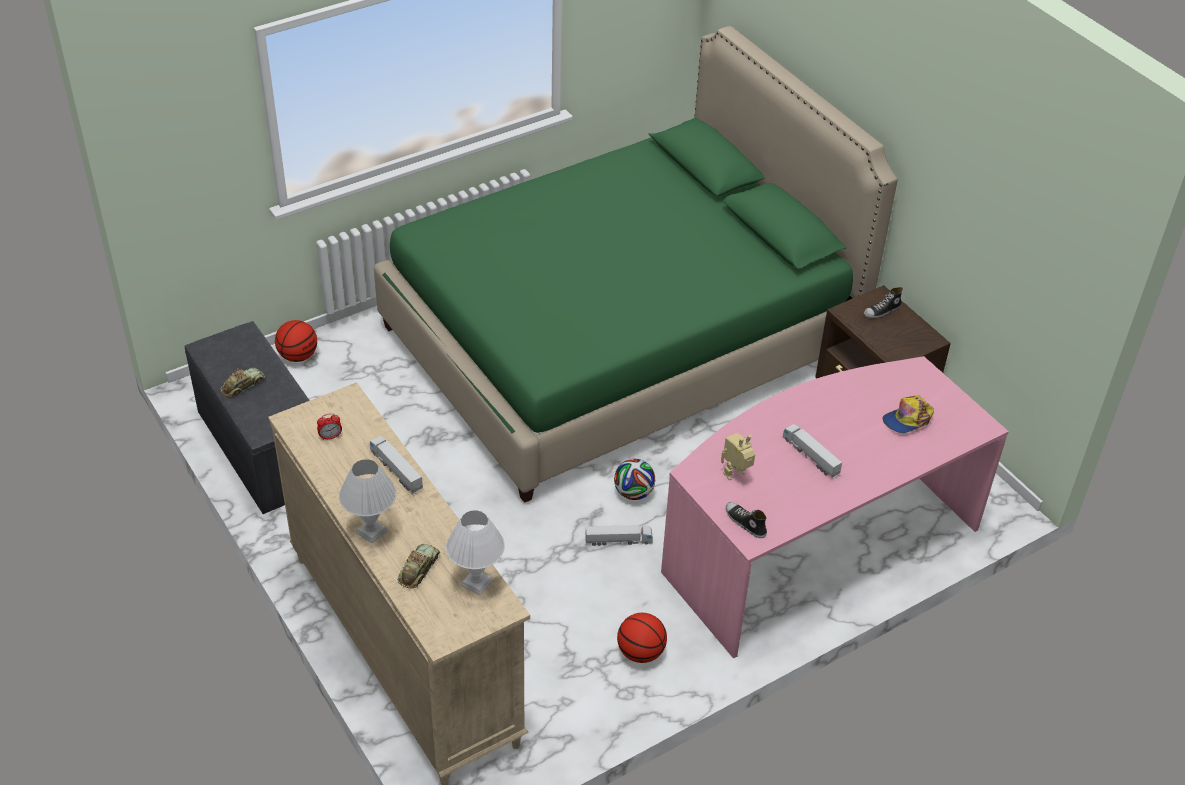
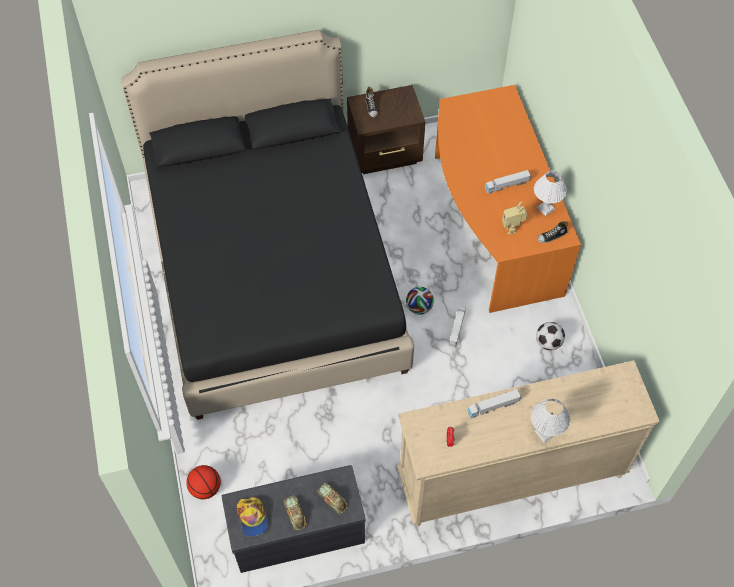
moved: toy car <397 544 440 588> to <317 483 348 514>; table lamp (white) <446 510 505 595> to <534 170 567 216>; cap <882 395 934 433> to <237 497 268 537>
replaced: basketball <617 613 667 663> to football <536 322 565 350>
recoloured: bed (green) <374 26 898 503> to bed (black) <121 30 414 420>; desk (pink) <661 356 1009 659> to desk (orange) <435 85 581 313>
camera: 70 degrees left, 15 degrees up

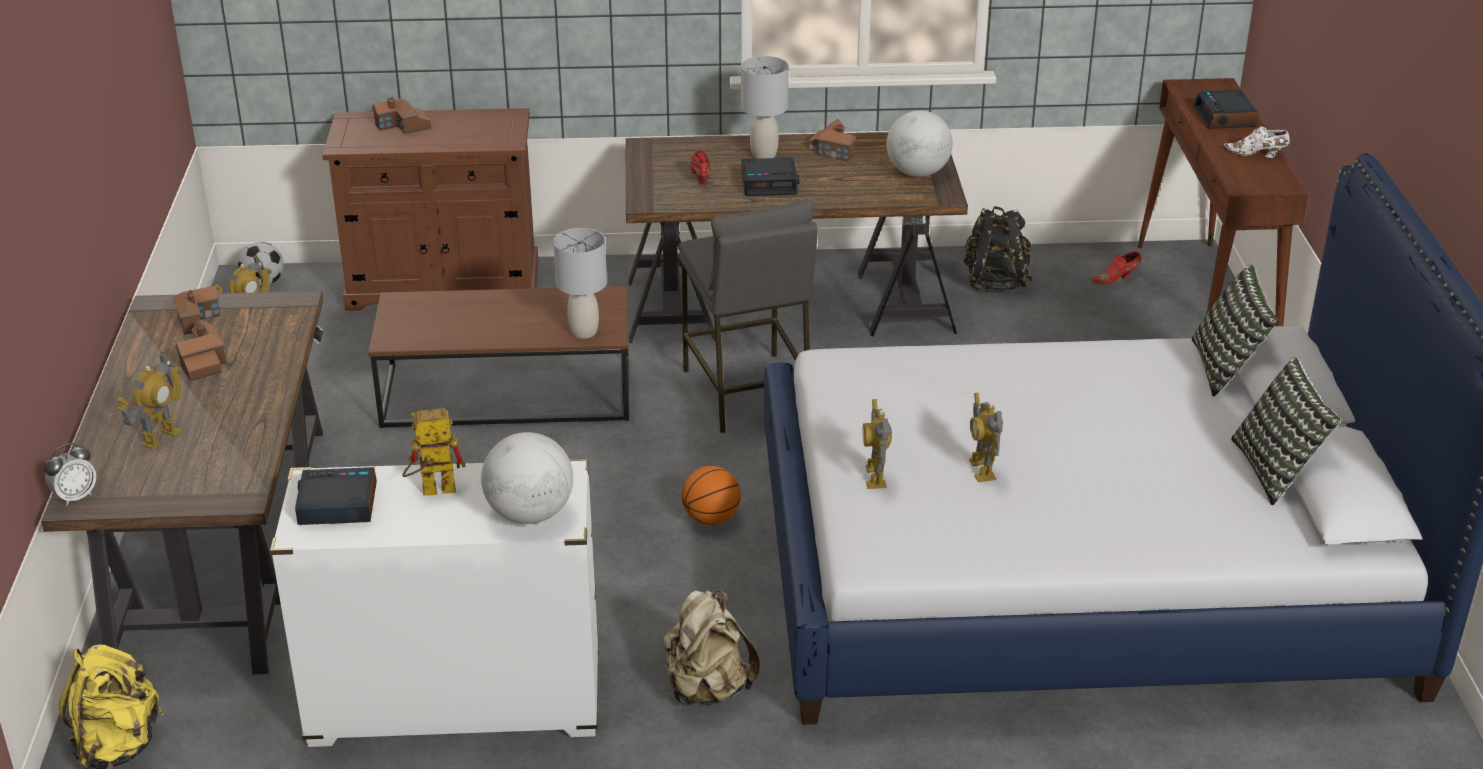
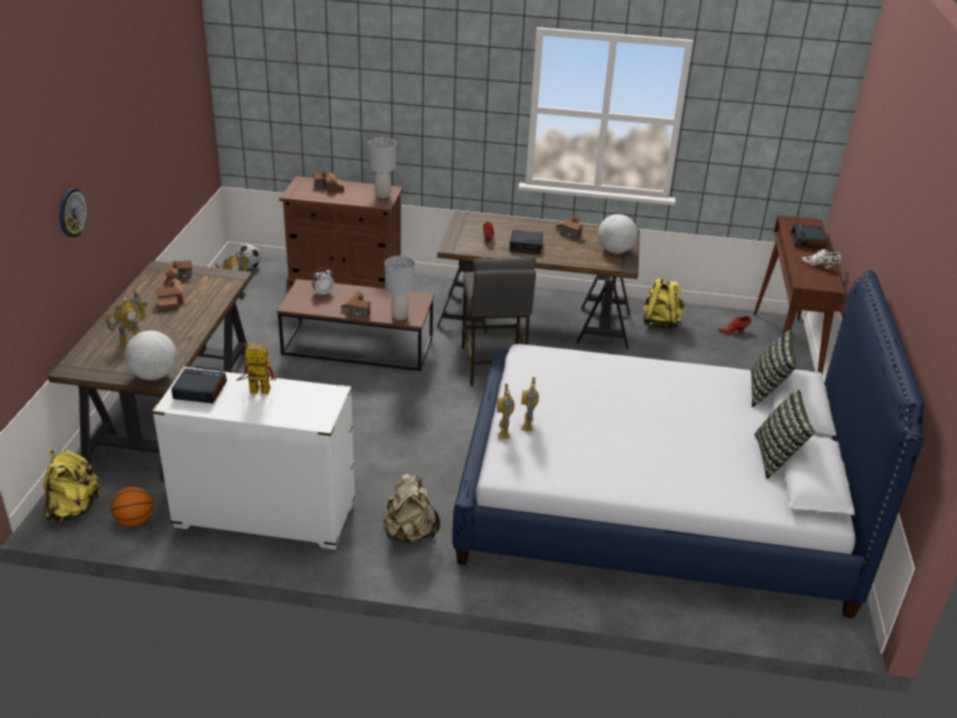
added: wall clock <59 188 87 237>; toy house <341 291 371 318>
moved: alarm clock <44 443 96 506> to <312 267 334 296>; globe <481 432 573 524> to <125 331 177 380>; basketball <681 466 741 525> to <111 486 153 527>; table lamp (grey) <741 56 789 159> to <369 138 396 198>; toy robot <969 393 1003 482> to <497 384 515 438>
recoloured: backpack (black) <963 206 1033 291> to backpack (yellow) <643 278 685 329>
camera: 10 degrees right, 0 degrees up

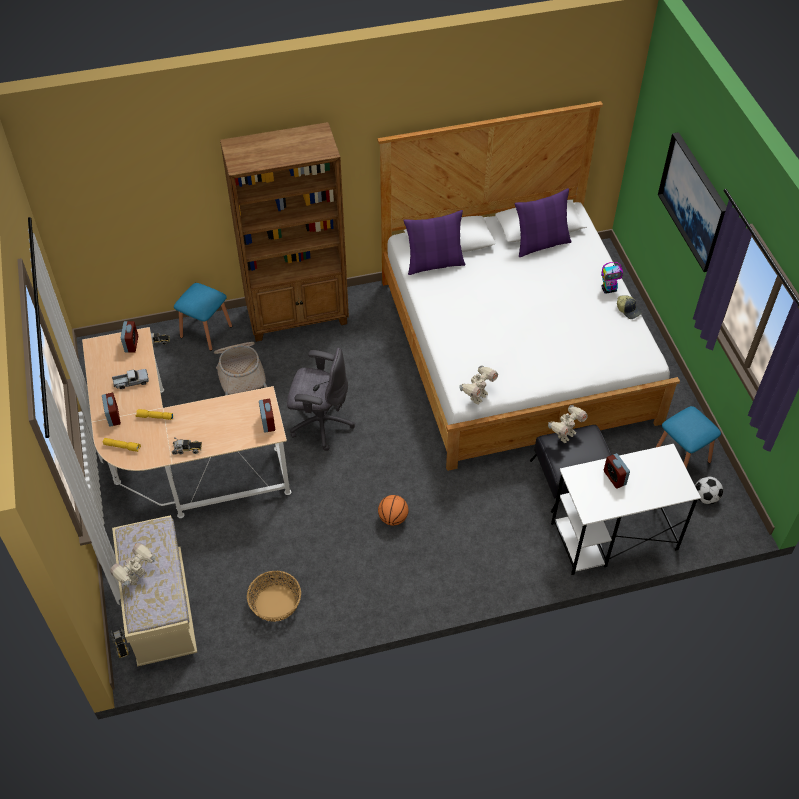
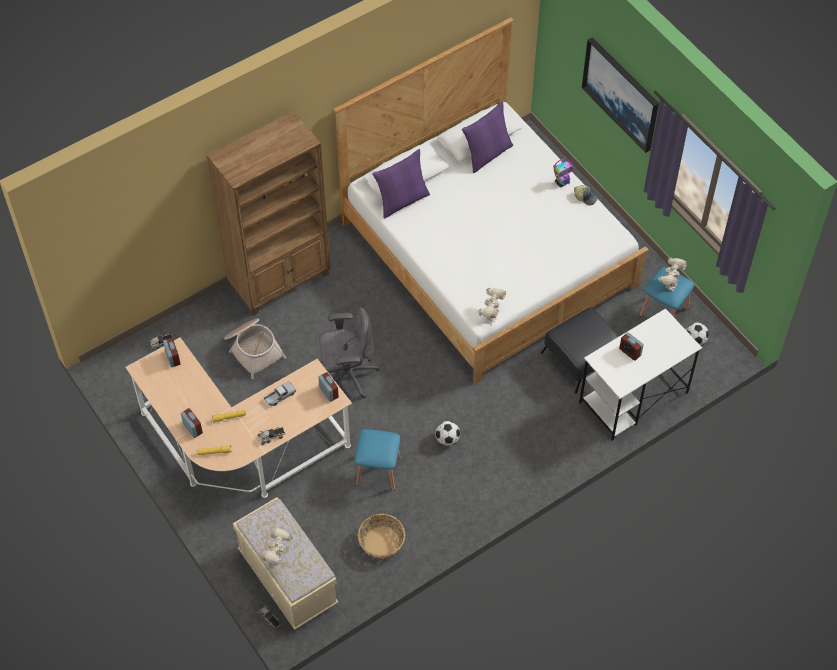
moved: toy truck <112 369 149 389> to <264 381 296 406>; stool (blue) <174 283 232 351> to <355 429 401 491>; toy robot <548 405 588 443> to <658 257 687 291>
replaced: basketball <378 495 409 526> to football <435 421 460 446>
camera: 20 degrees left, 5 degrees up

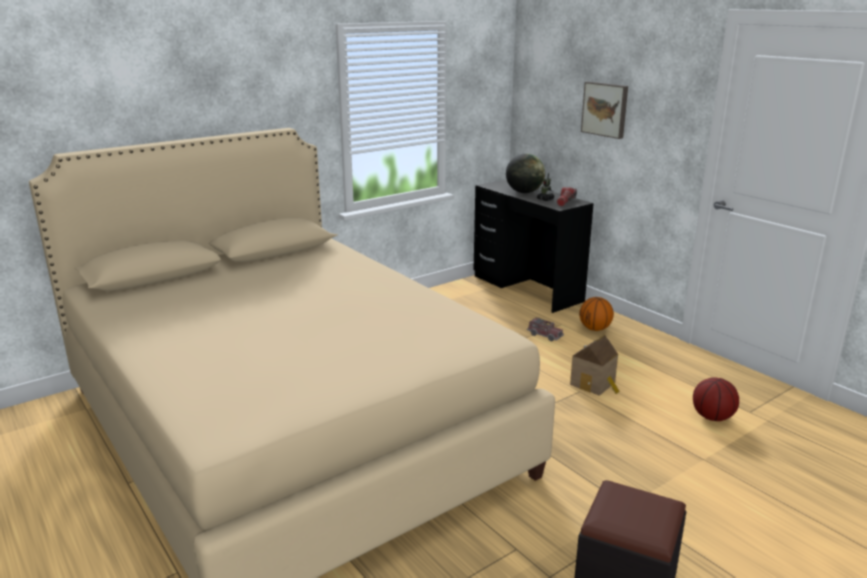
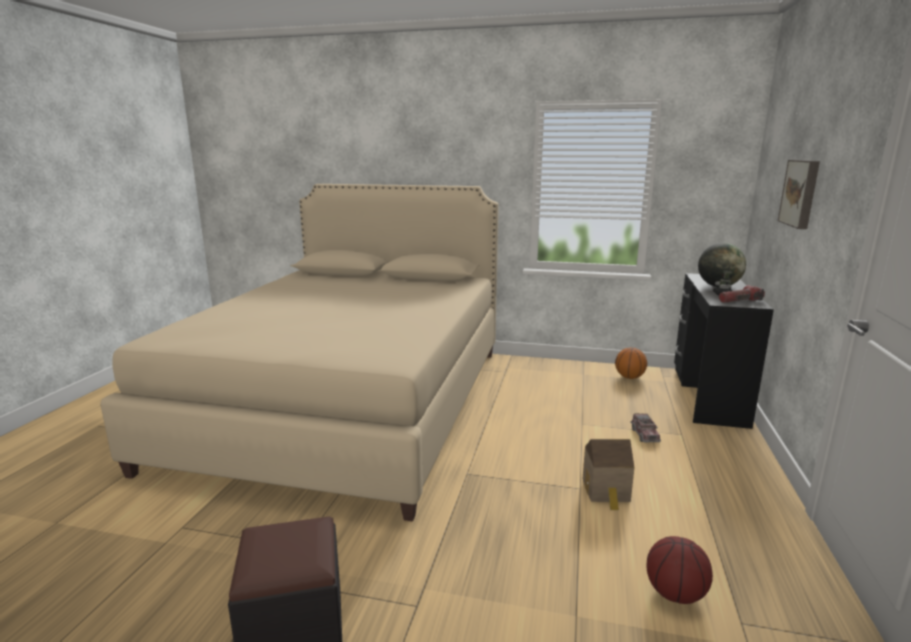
moved: basketball <579 297 614 331> to <615 347 647 379>
camera: 50 degrees right, 5 degrees down

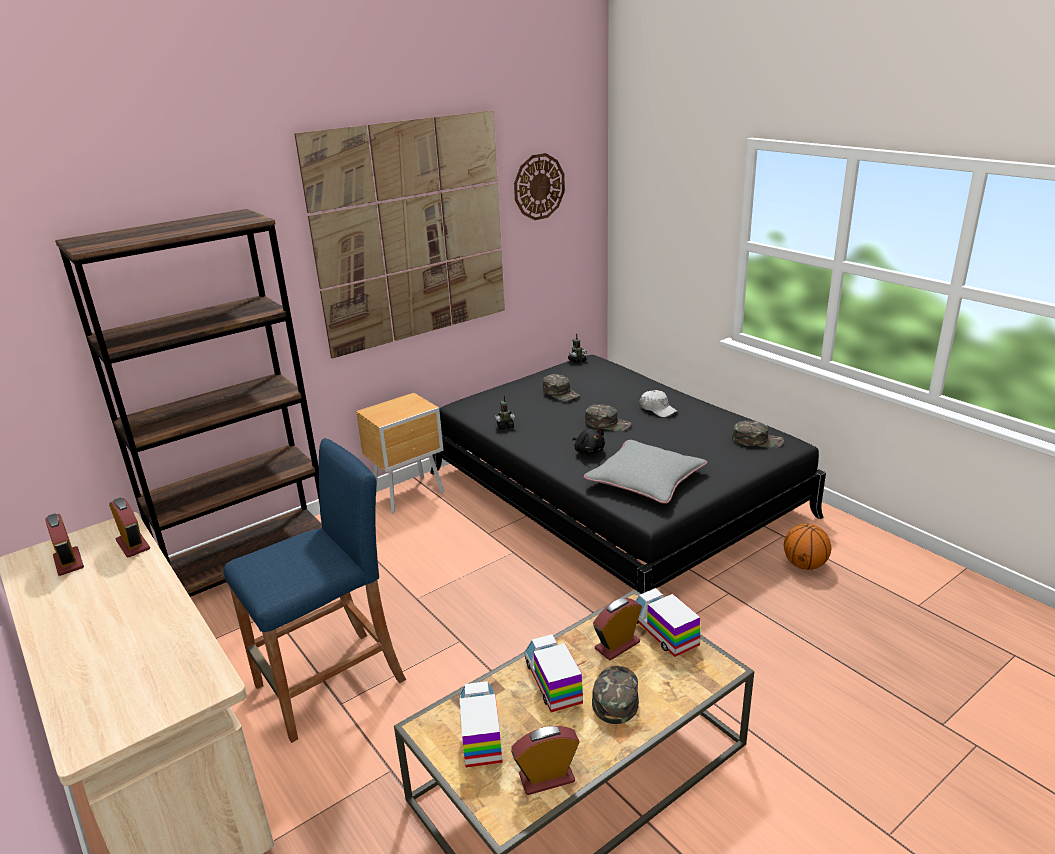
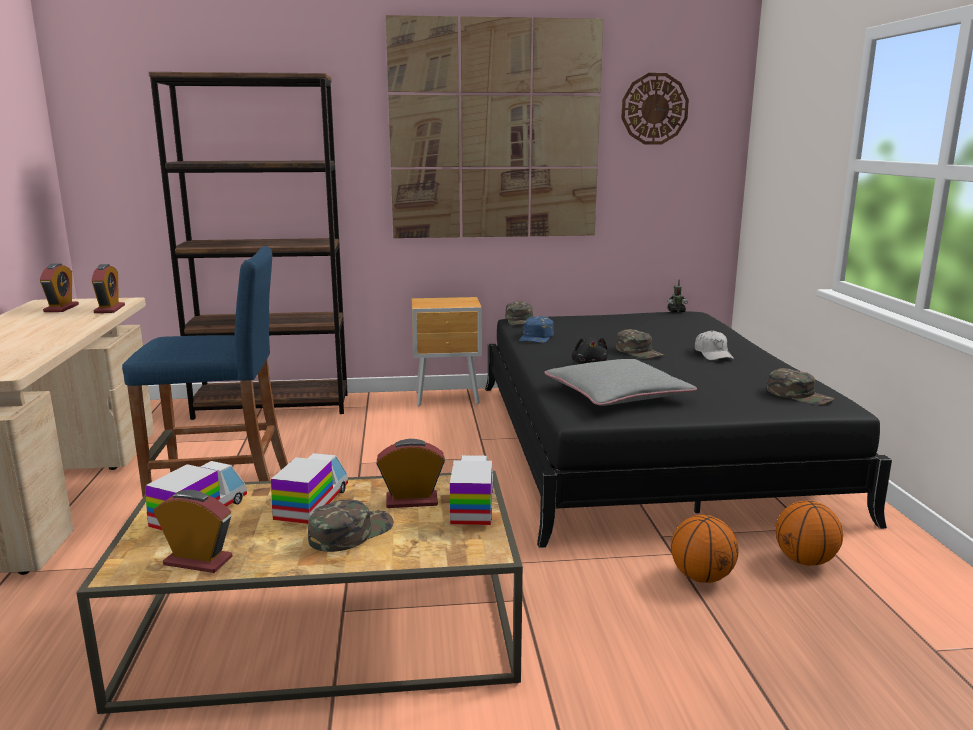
added: basketball <671 515 739 583>
moved: cap (green) <543 374 580 401> to <505 301 533 325>
replaced: toy robot <495 395 515 430> to cap (blue) <519 316 554 343>
camera: 30 degrees right, 10 degrees down

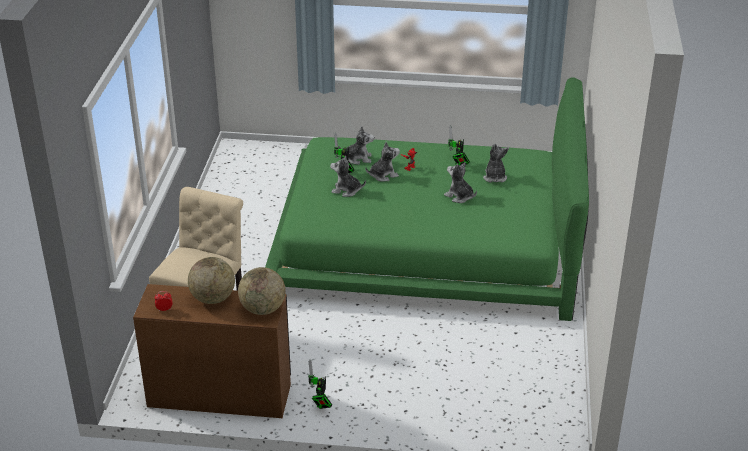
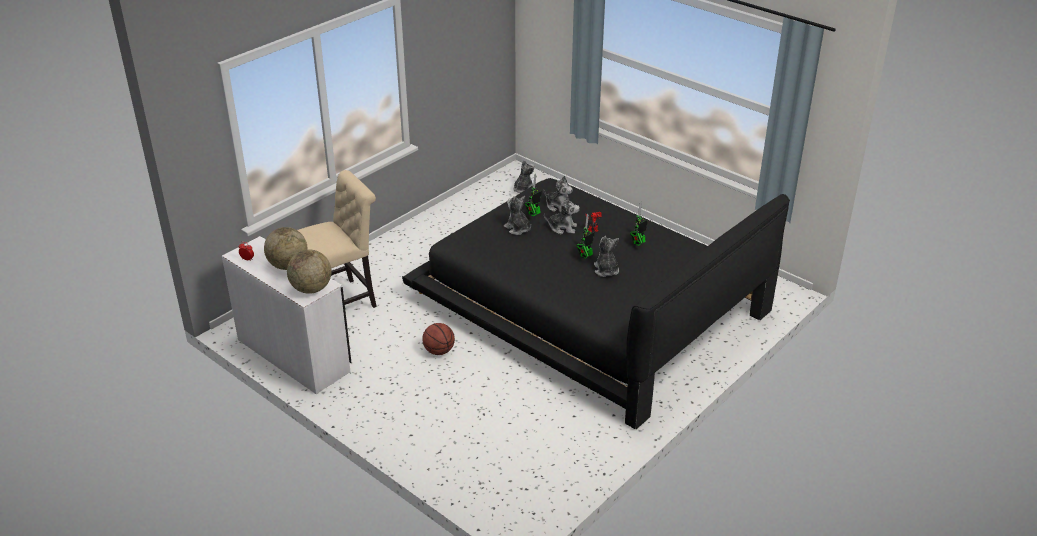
added: basketball <422 323 455 355>
moved: toy robot <308 360 332 409> to <576 214 595 259>; plush toy <483 143 509 182> to <513 160 534 193>
recoloured: desk (brown) <133 284 291 418> to desk (white) <222 236 351 394>; bed (green) <265 77 589 321> to bed (black) <402 178 790 429>
camera: 35 degrees right, 0 degrees up

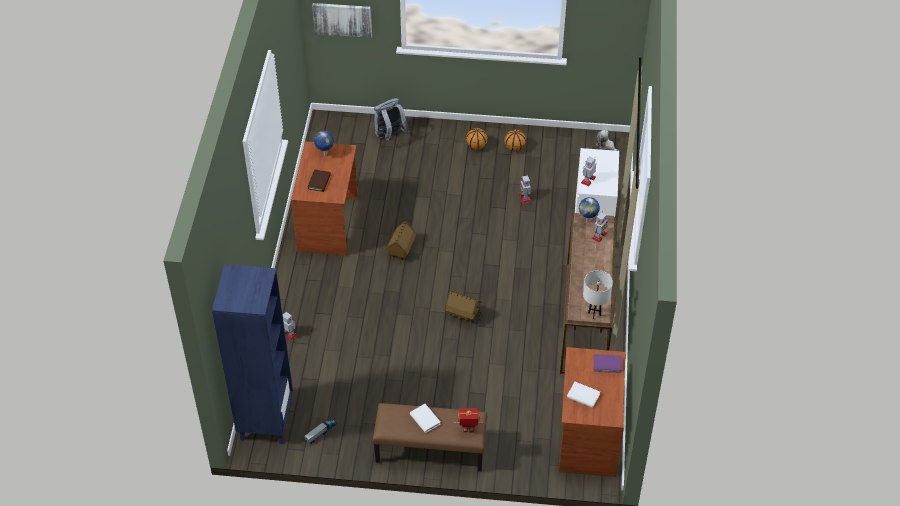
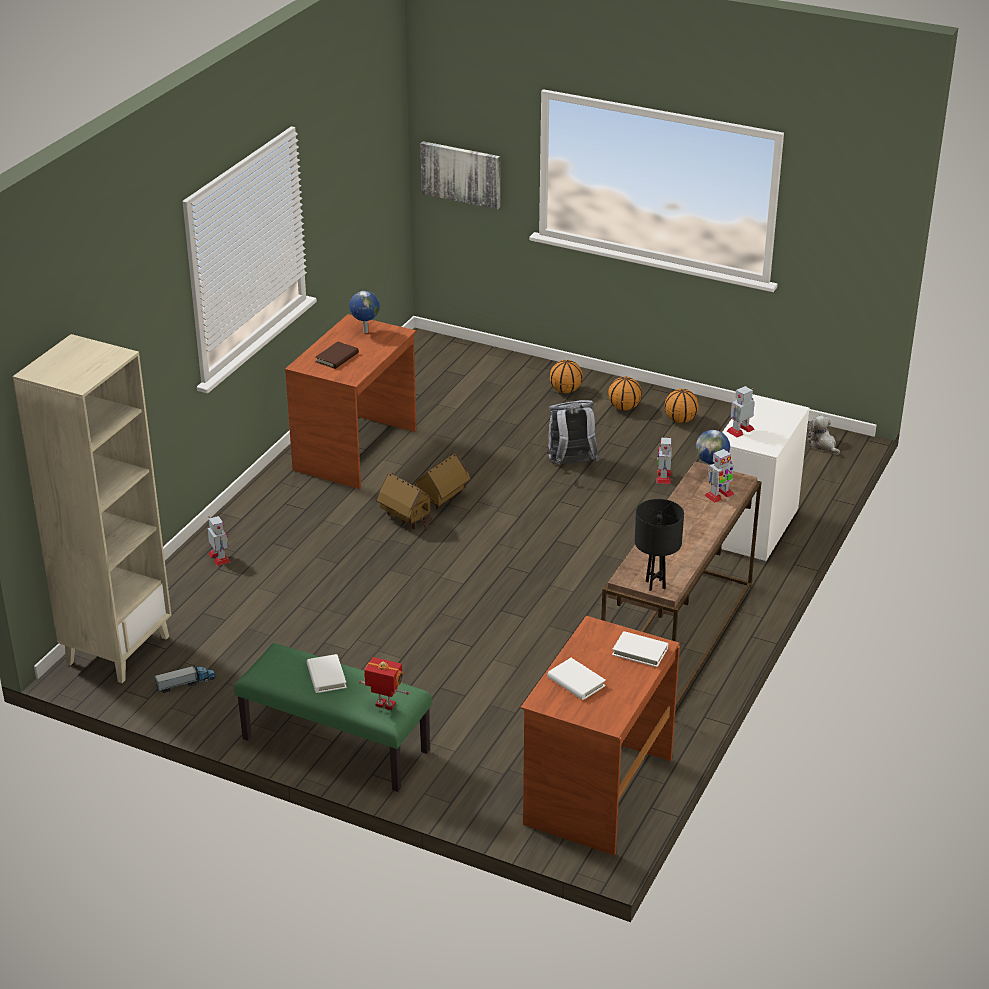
added: basketball <550 360 583 393>
moved: backpack (grey) <374 98 409 142> to <547 400 599 465>; toy house <445 292 483 323> to <376 472 435 530>
recoloured: bookcase (blue) <212 264 293 444> to bookcase (beige) <13 334 171 683>; bench (brown) <372 403 487 472> to bench (green) <234 643 432 792>; table lamp (white) <583 270 613 320> to table lamp (black) <635 499 684 591>; book (purple) <594 354 622 373> to book (white) <612 631 668 667>
camera: 20 degrees right, 15 degrees down

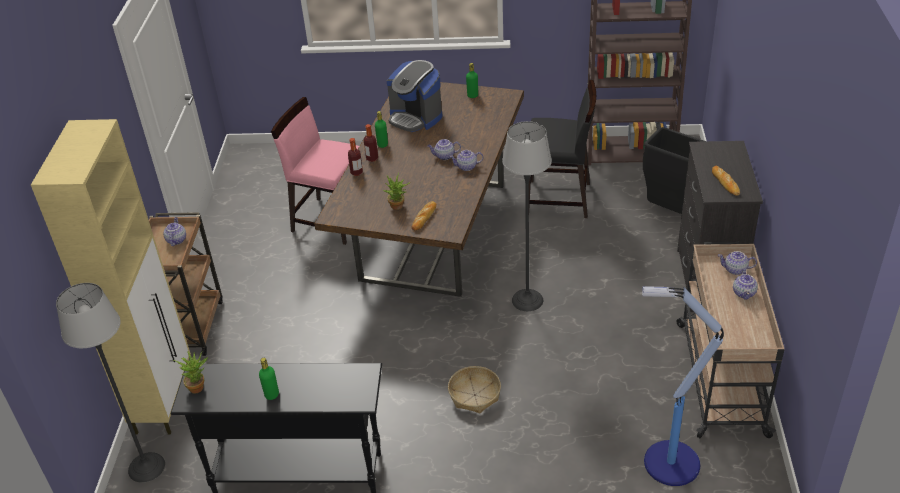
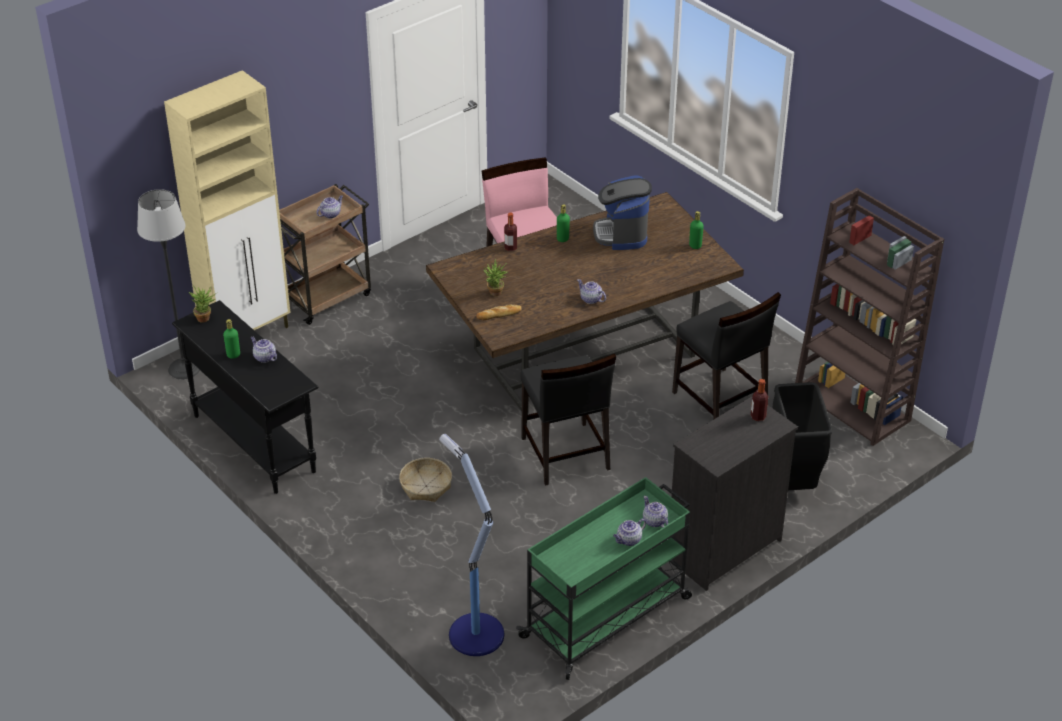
removed: bread <712 166 740 196>
moved: bottle <363 124 378 162> to <751 379 768 421>; teapot <427 139 461 160> to <251 337 277 363>
replaced: floor lamp <502 121 552 311> to chair (black) <520 354 616 486>
recoloured: cart (beige) <676 242 785 438> to cart (green) <516 477 692 680>
camera: 45 degrees right, 0 degrees up

